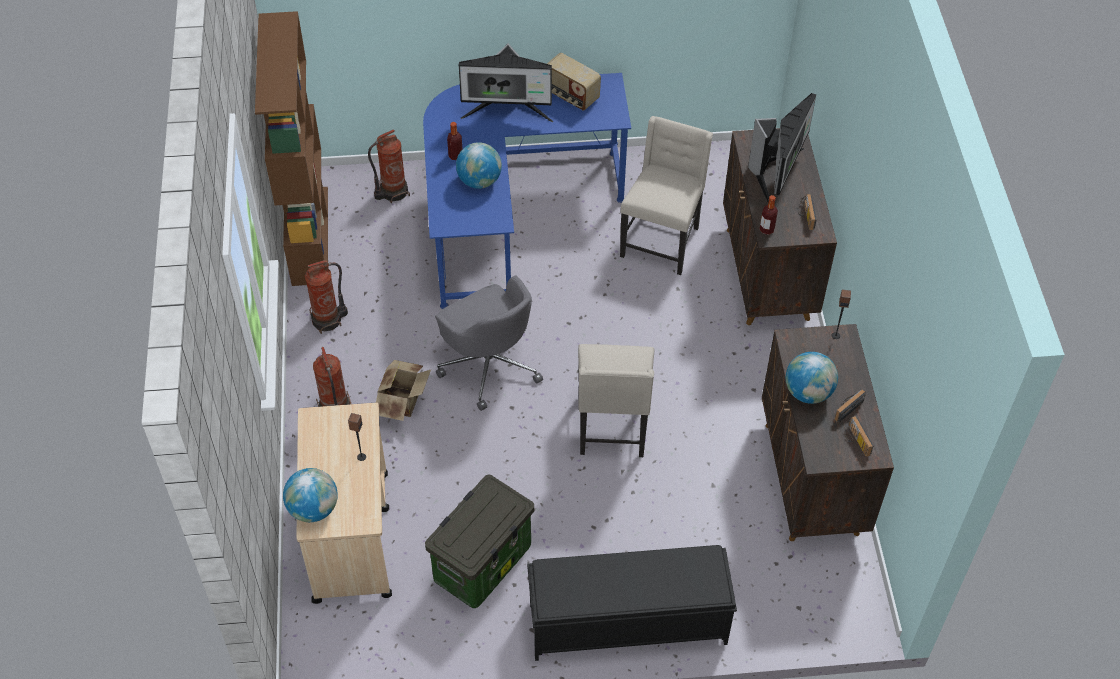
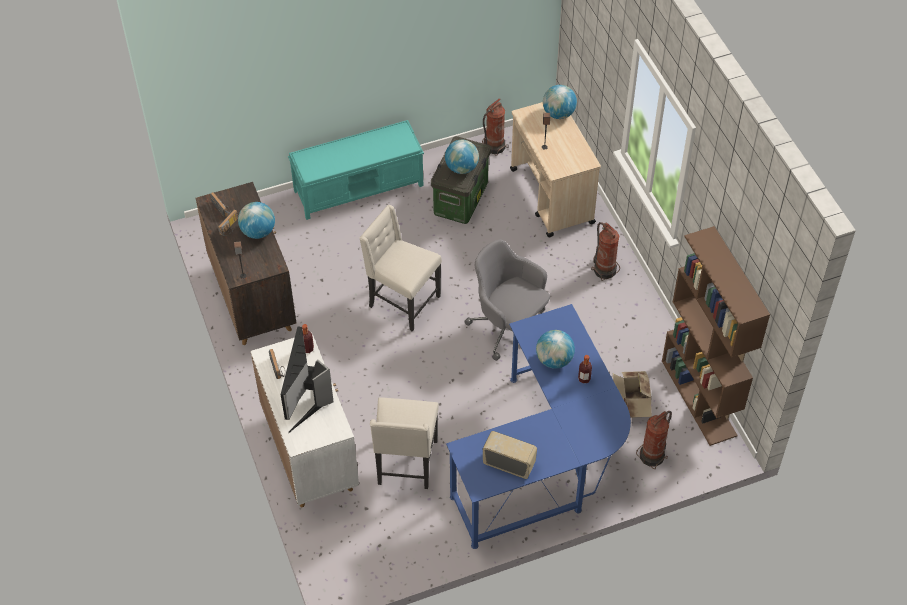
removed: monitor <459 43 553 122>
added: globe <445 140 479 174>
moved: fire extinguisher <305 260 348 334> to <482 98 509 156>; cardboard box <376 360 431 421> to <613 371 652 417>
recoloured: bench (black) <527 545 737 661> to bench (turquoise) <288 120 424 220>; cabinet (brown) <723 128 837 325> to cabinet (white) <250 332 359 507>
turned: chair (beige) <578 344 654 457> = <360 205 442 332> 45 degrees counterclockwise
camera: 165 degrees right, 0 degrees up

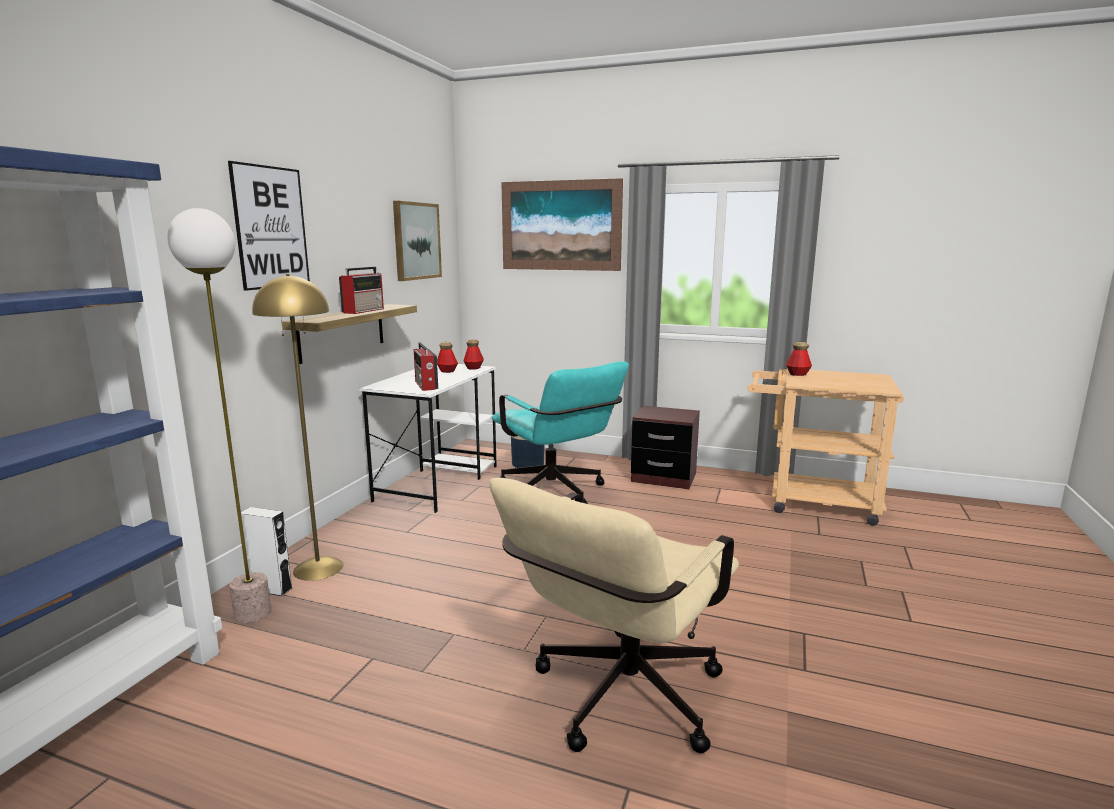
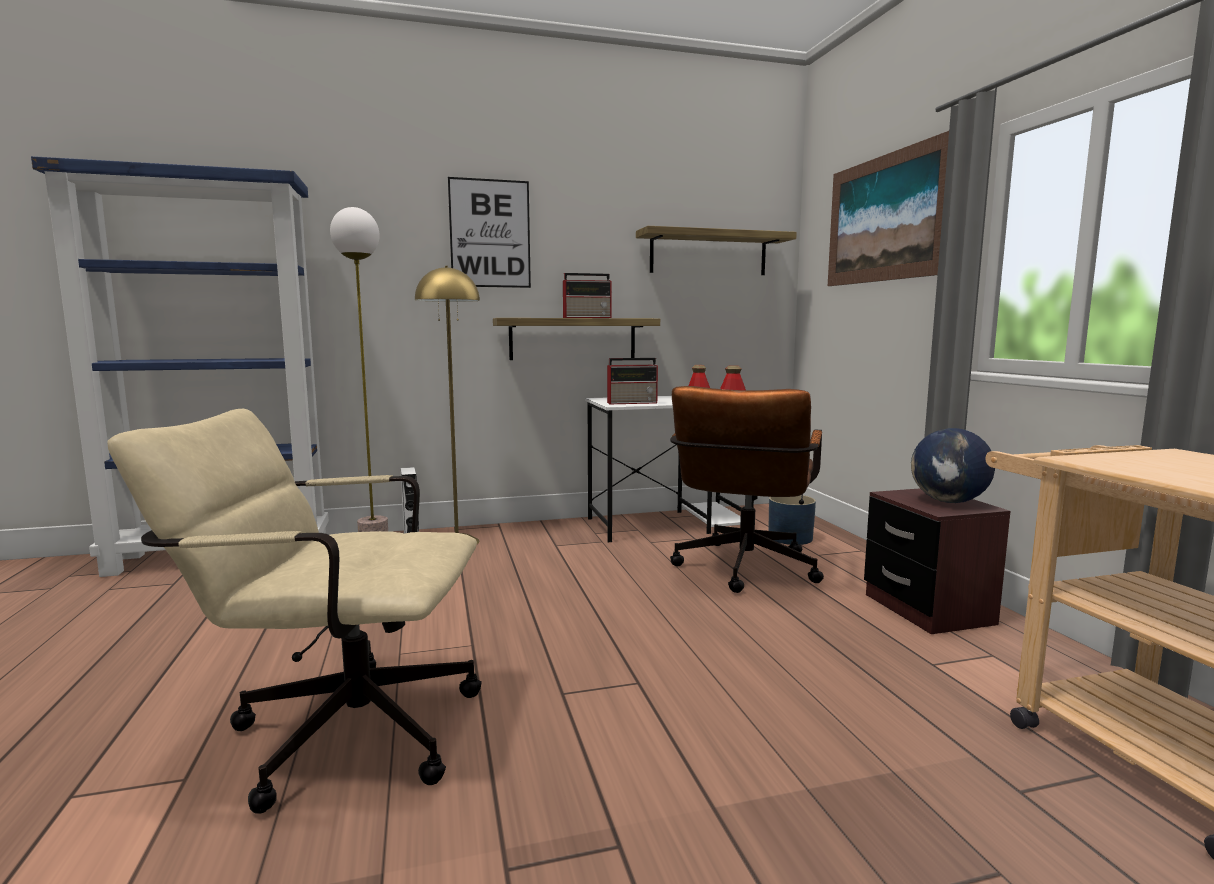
removed: bottle <786 342 812 376>
added: globe <911 428 995 503>
replaced: picture <393 201 442 281> to shelf <636 226 797 275>
recoloured: office chair (turquoise) <491 361 629 504> to office chair (brown) <670 386 824 593>
turned: radio <414 342 438 391> = <607 358 659 404> 135 degrees counterclockwise
camera: 55 degrees right, 5 degrees down

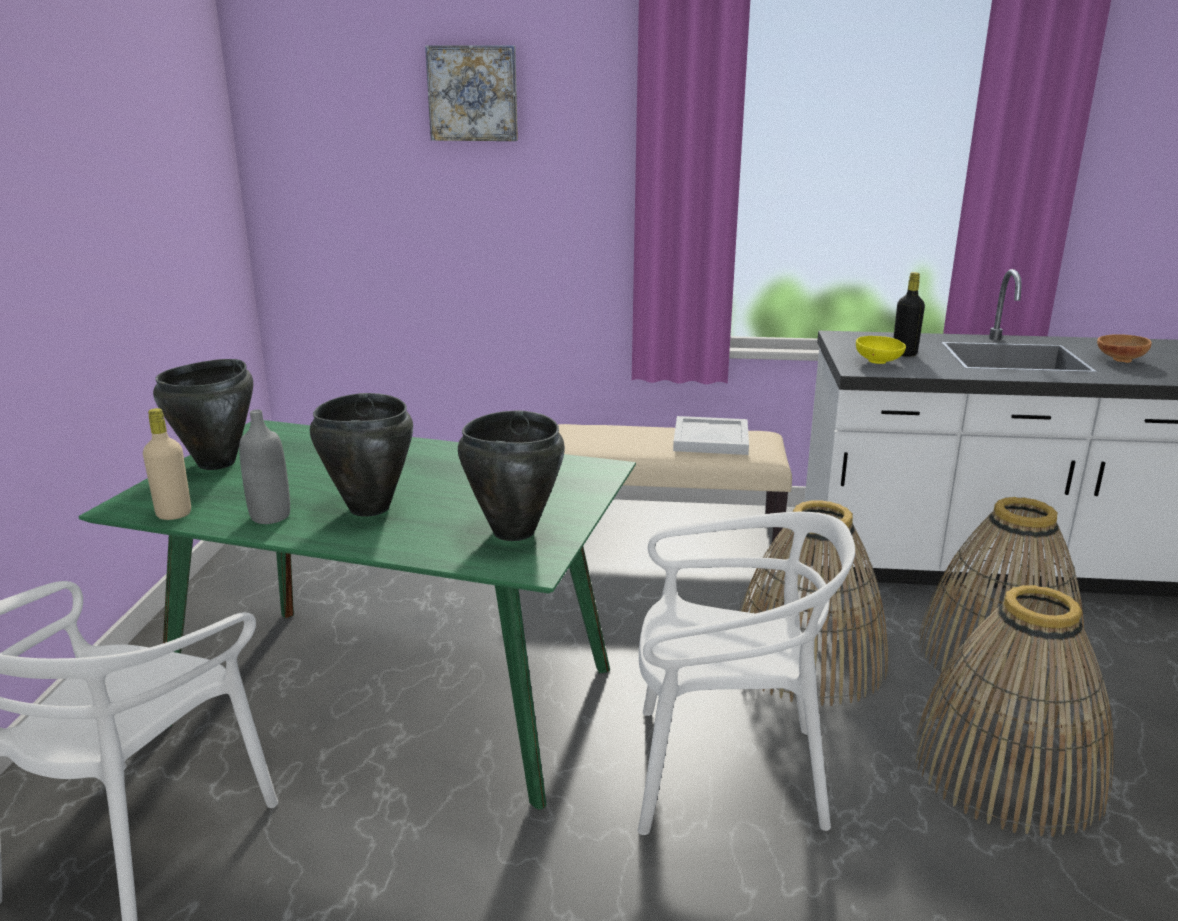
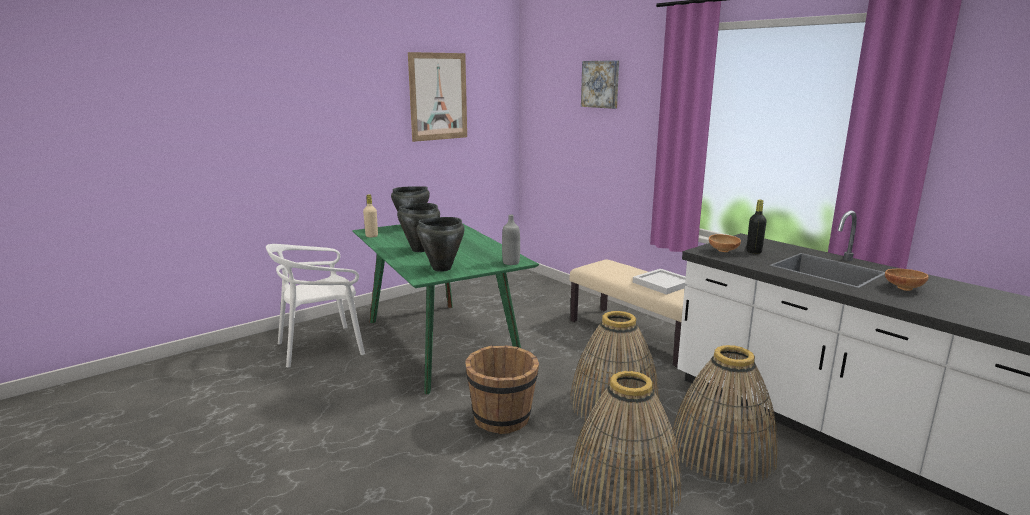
added: picture <408 52 467 142>
moved: bottle (grey) <239 409 290 524> to <502 215 520 265>
replaced: chair (white) <637 512 855 835> to bucket (brown) <465 345 539 434>
recoloured: bowl (yellow) <856 336 906 364> to bowl (brown) <709 234 741 252>
camera: 45 degrees right, 5 degrees down

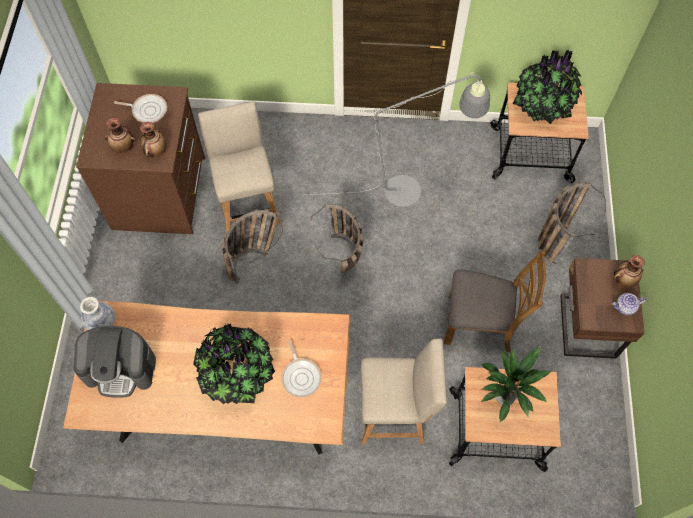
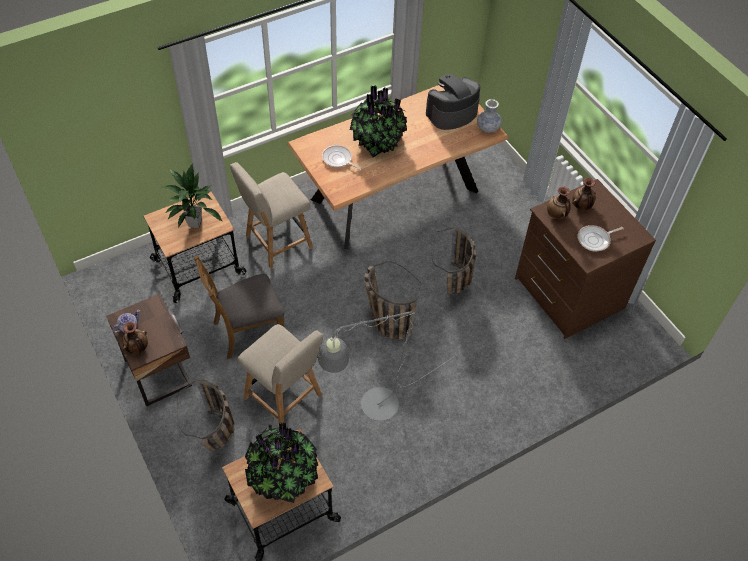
moved: chair (beige) <198 101 281 232> to <238 324 323 424>
camera: 145 degrees right, 10 degrees down

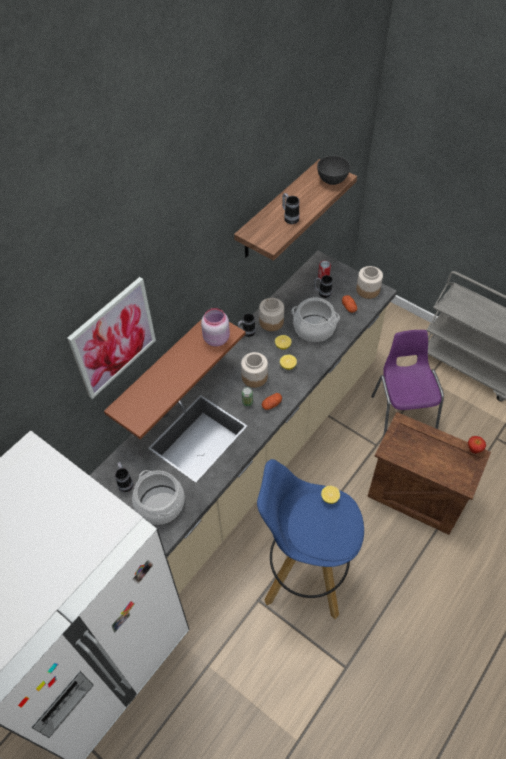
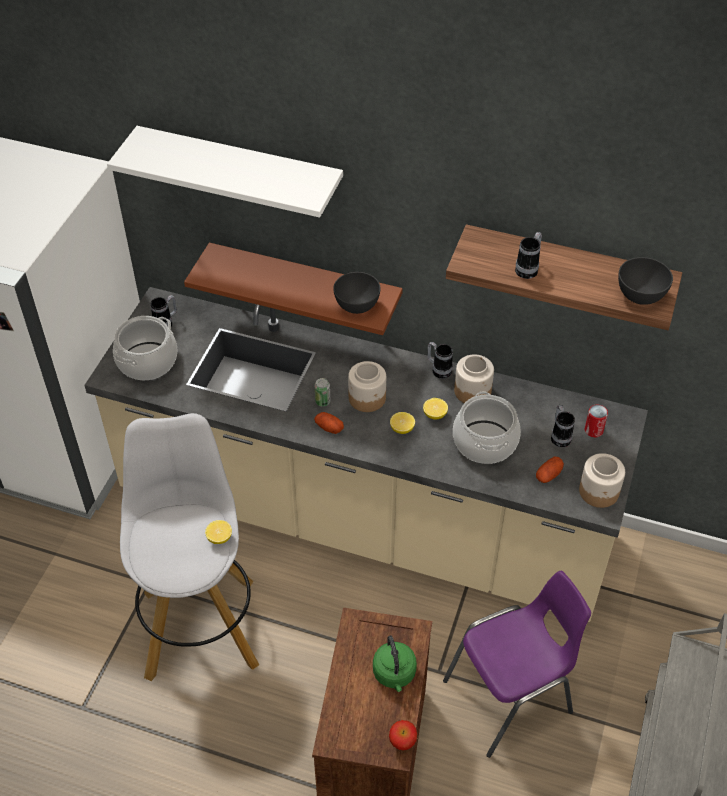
added: kettle (green) <373 635 417 692>
replaced: picture <67 277 156 399> to shelf (white) <107 126 343 218>; jar (pink) <201 308 230 347> to bowl (grey) <333 272 381 314>
recoloured: stool (blue) <257 459 364 619> to stool (white) <120 413 259 681>
camera: 70 degrees right, 5 degrees down

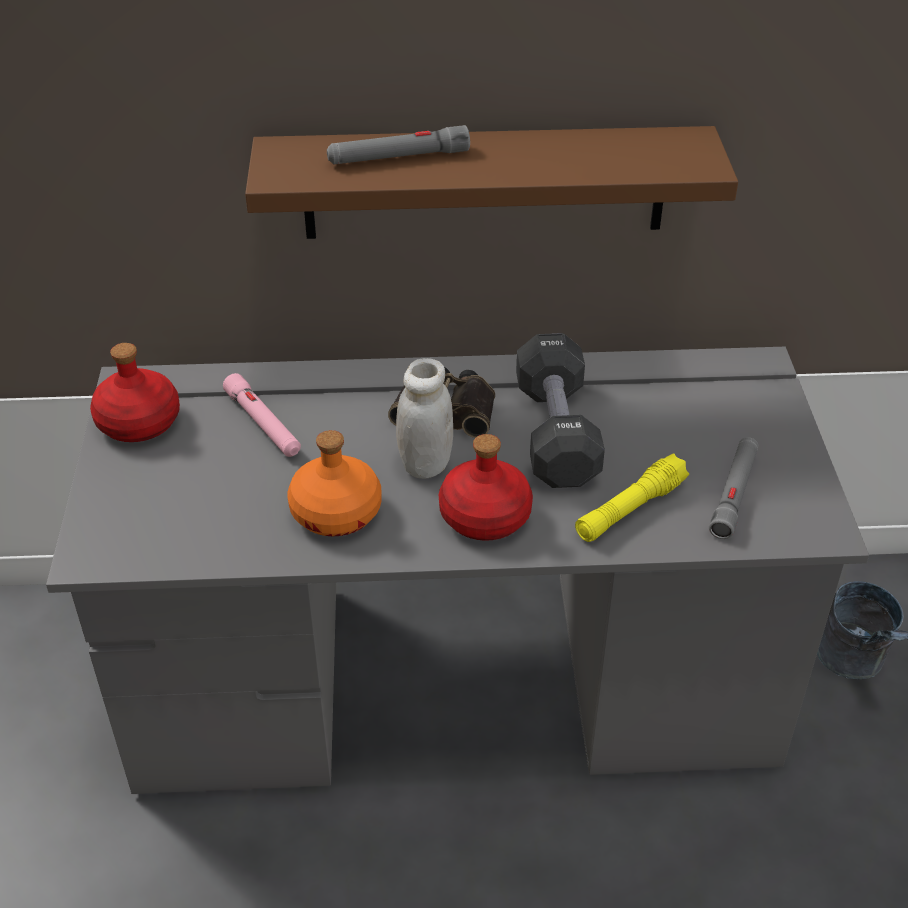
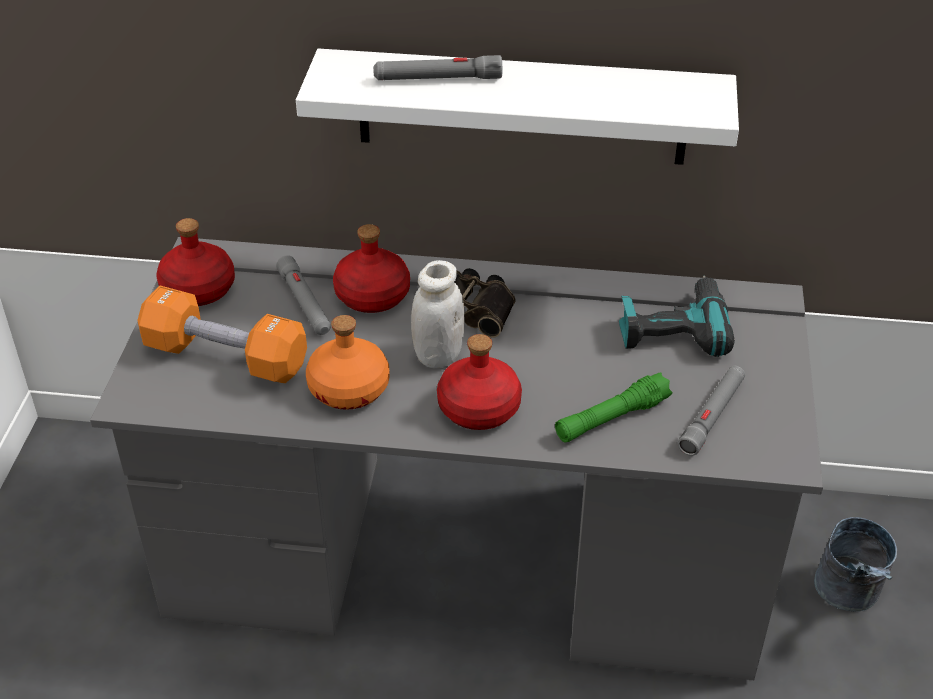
removed: dumbbell (black) <516 333 605 488>
added: dumbbell (orange) <137 286 307 383>; bottle (red) <333 224 410 313>; power drill <619 276 735 357>
recoloured: flashlight (pink) <223 373 301 457> to flashlight (grey) <276 255 331 335>; shelf (brown) <245 126 738 239> to shelf (white) <296 48 739 165>; flashlight (yellow) <575 454 689 542> to flashlight (green) <555 372 672 443>
camera: 10 degrees right, 0 degrees up

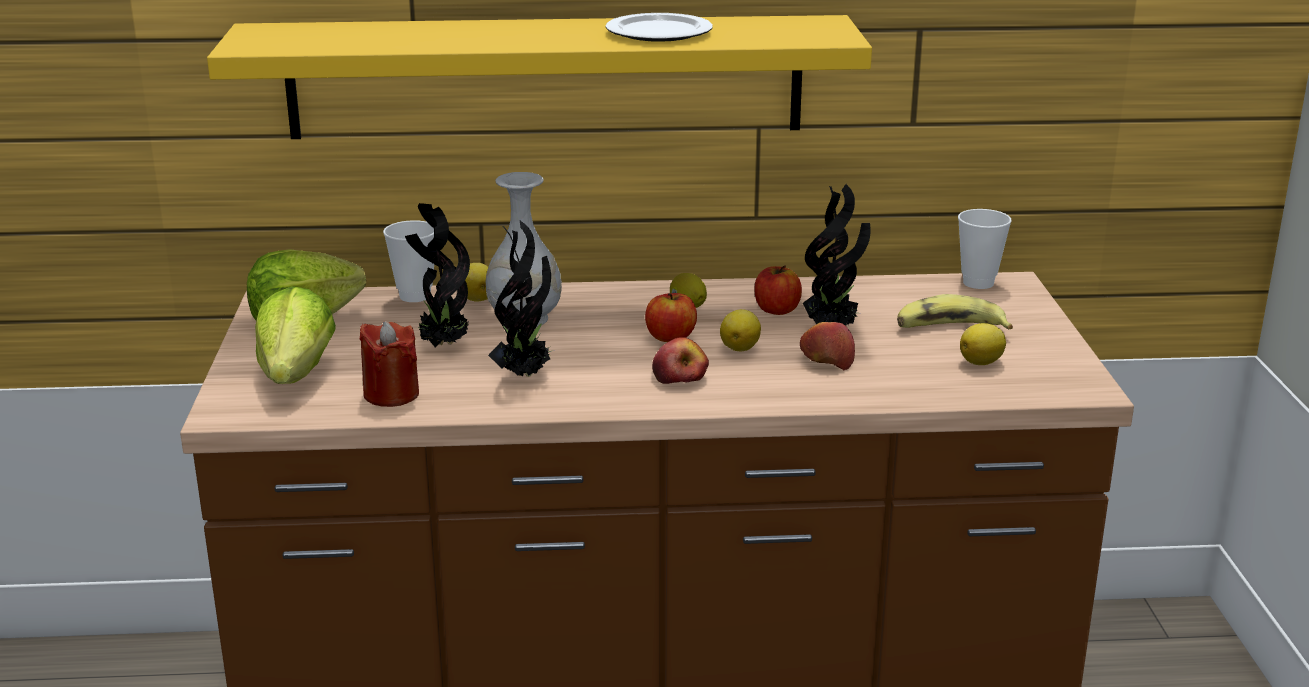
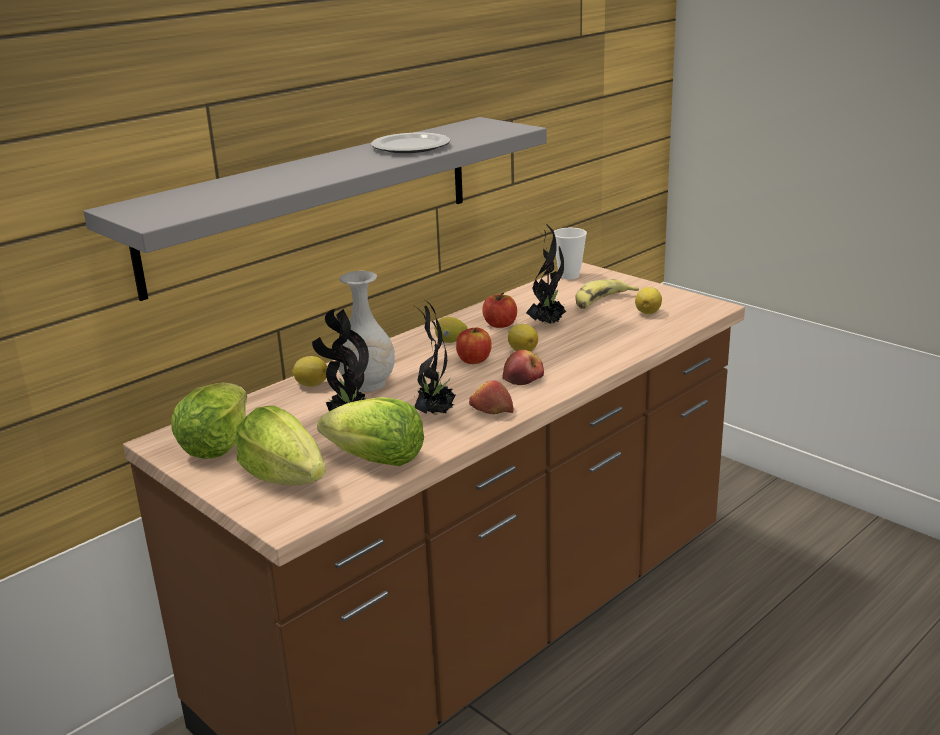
removed: cup <383 220 434 302>
moved: apple <800 322 855 370> to <469 380 513 414>
replaced: candle (red) <360 321 419 407> to lettuce <317 397 424 466>
recoloured: shelf (yellow) <207 15 872 139> to shelf (grey) <83 117 547 301>
camera: 40 degrees left, 0 degrees up

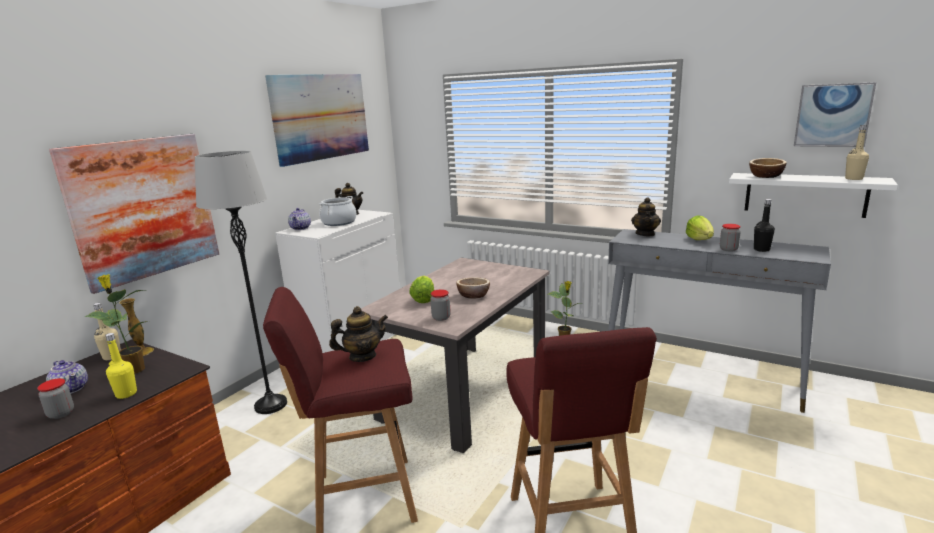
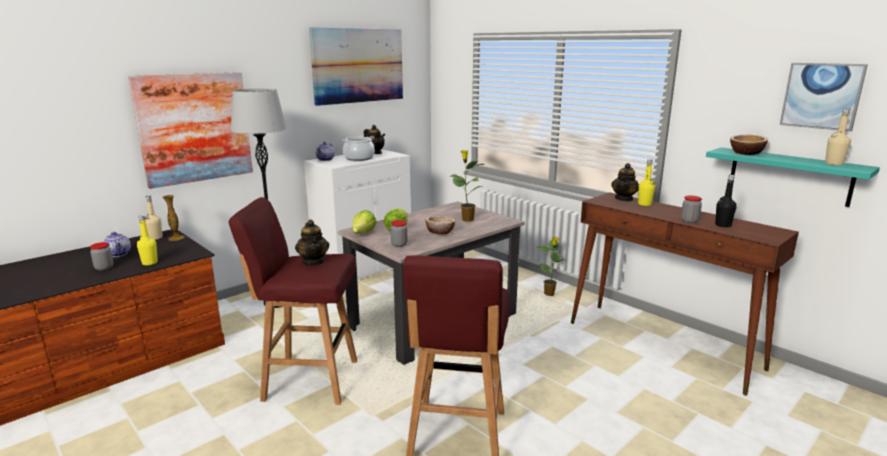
added: bottle (yellow) <638 159 655 206>
moved: potted plant <84 274 148 374> to <450 150 484 222>; lettuce <686 215 714 240> to <352 210 377 234>
recoloured: console table (grey) <608 229 831 413> to console table (brown) <571 192 799 396>; shelf (white) <729 173 898 218> to shelf (turquoise) <706 147 880 207>
turned: teapot <329 306 388 362> = <295 220 329 265> 75 degrees clockwise
camera: 15 degrees right, 0 degrees up

